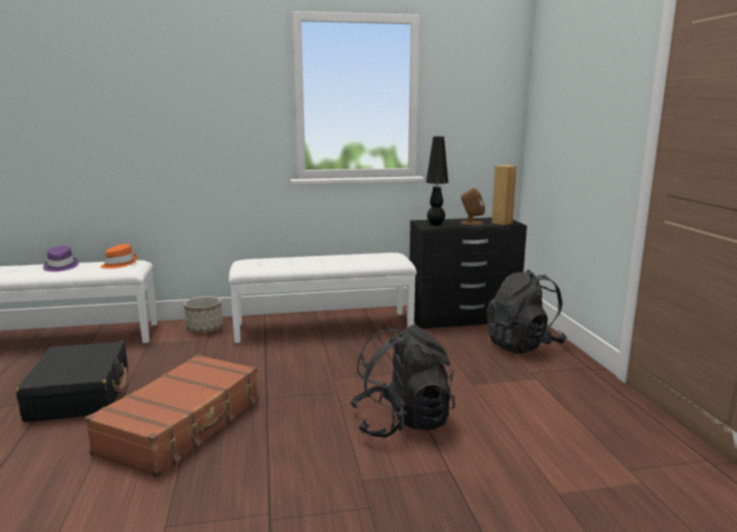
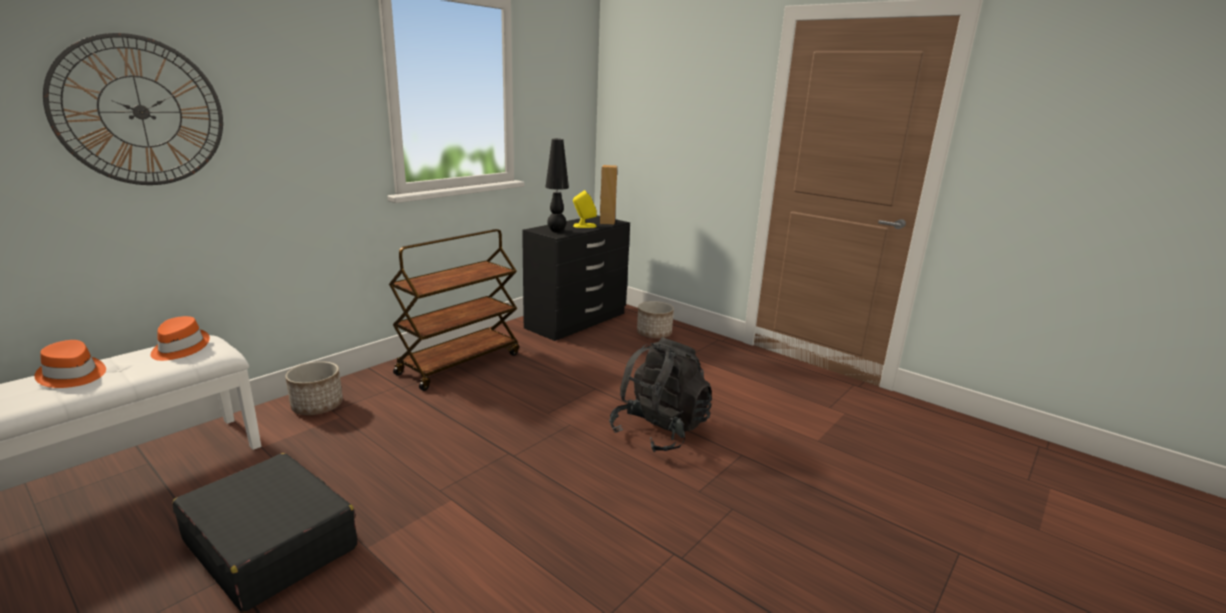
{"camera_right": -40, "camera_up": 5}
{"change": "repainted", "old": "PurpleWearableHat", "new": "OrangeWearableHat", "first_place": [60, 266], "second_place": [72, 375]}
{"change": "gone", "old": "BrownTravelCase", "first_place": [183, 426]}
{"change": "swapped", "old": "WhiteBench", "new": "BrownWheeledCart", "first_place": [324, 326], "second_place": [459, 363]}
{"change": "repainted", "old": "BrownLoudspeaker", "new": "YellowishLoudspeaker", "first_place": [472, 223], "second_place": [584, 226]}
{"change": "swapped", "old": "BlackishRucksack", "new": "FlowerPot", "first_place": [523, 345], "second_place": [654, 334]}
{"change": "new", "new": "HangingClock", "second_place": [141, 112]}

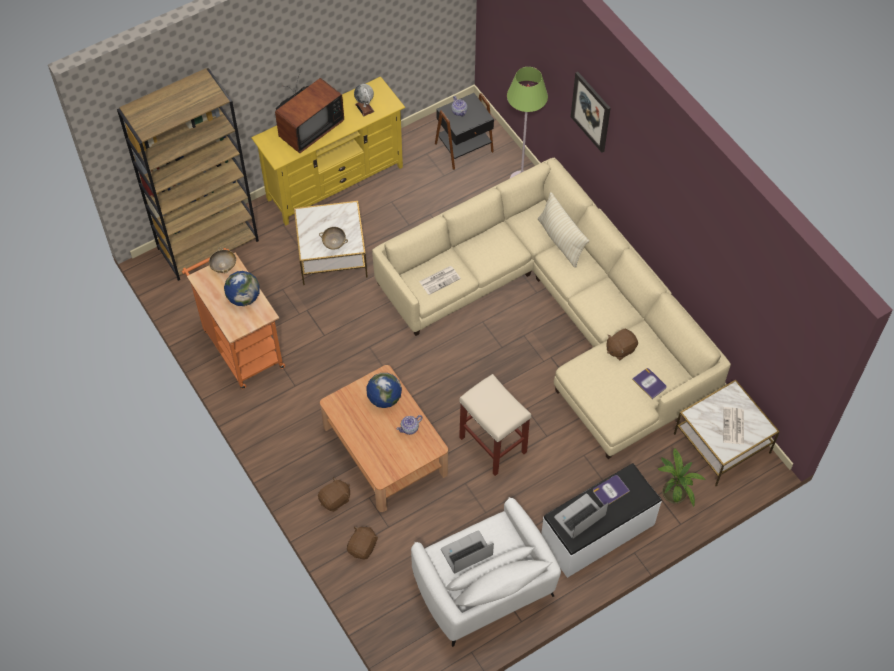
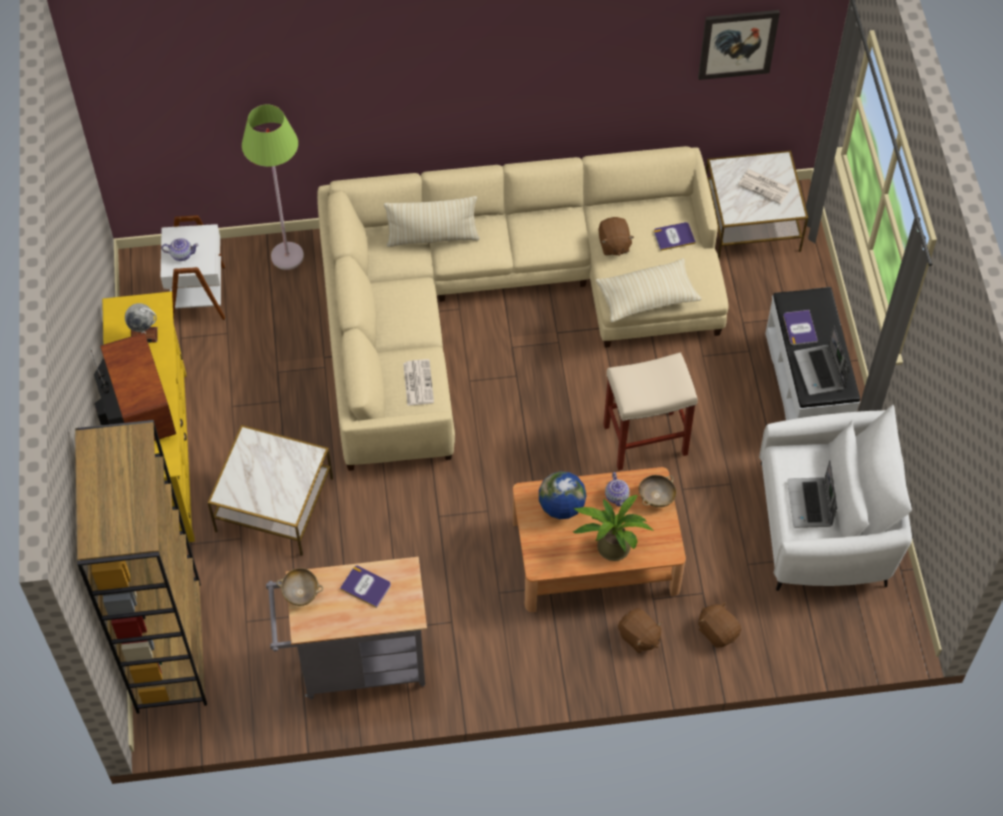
{"camera_right": -65, "camera_up": 0}
{"change": "repainted", "old": "OrangeWheeledCart", "new": "GreyWheeledCart", "first_place": [240, 345], "second_place": [355, 663]}
{"change": "swapped", "old": "WorldGlobe", "new": "Volume", "first_place": [244, 298], "second_place": [366, 586]}
{"change": "rotated", "old": "BrownSoftToy", "first_place": [335, 500], "second_place": [639, 637], "degrees": 150}
{"change": "shifted", "old": "SandColouredServingBowl", "first_place": [334, 243], "second_place": [656, 497]}
{"change": "repainted", "old": "BlackishEndTable", "new": "WhiteEndTable", "first_place": [464, 148], "second_place": [199, 294]}
{"change": "shifted", "old": "WallArt", "first_place": [591, 111], "second_place": [737, 44]}
{"change": "shifted", "old": "PottedPlant", "first_place": [674, 490], "second_place": [610, 545]}
{"change": "new", "new": "SandColouredThrowPillow", "second_place": [647, 298]}

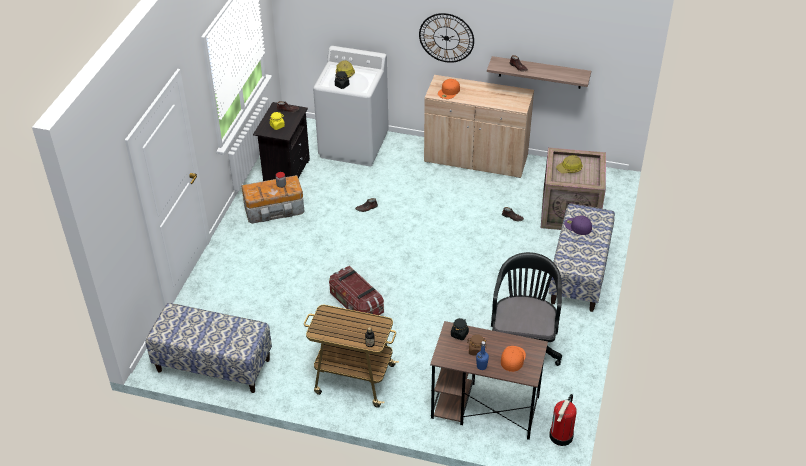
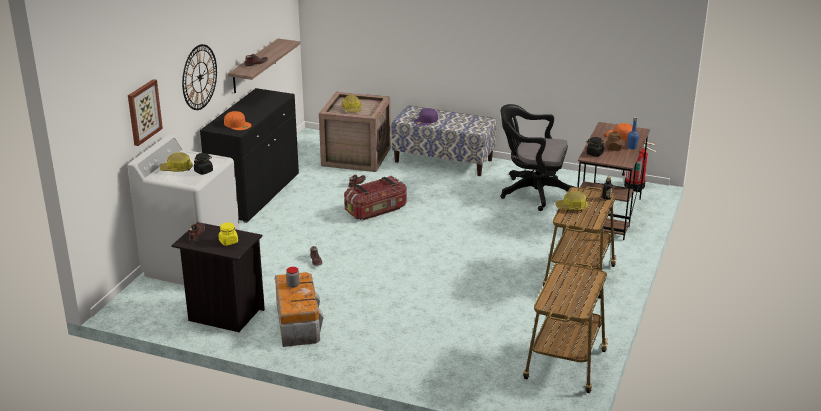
{"camera_right": -85, "camera_up": -15}
{"change": "swapped", "old": "Bench", "new": "WheeledCart", "first_place": [213, 365], "second_place": [565, 366]}
{"change": "shifted", "old": "StorageContainer", "first_place": [356, 304], "second_place": [376, 210]}
{"change": "repainted", "old": "SandColouredStorageCabinet", "new": "BlackishStorageCabinet", "first_place": [476, 159], "second_place": [255, 194]}
{"change": "new", "new": "WallArt", "second_place": [143, 112]}
{"change": "new", "new": "HardHat", "second_place": [572, 207]}

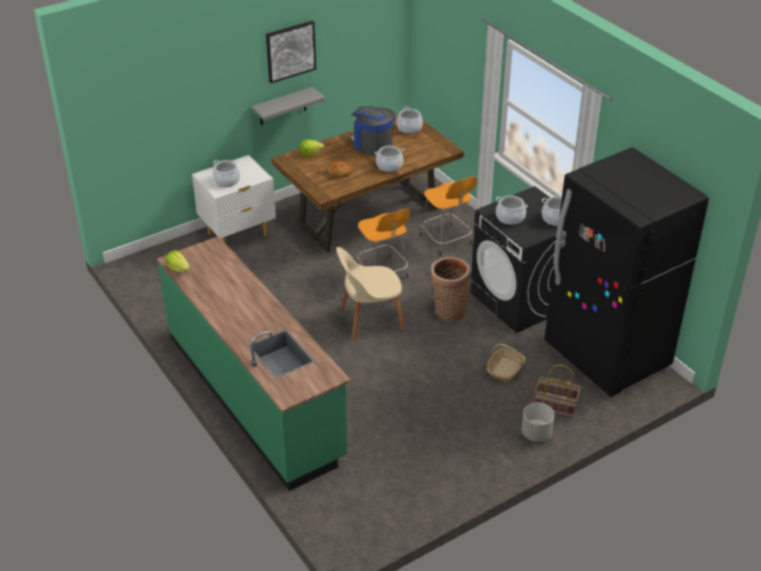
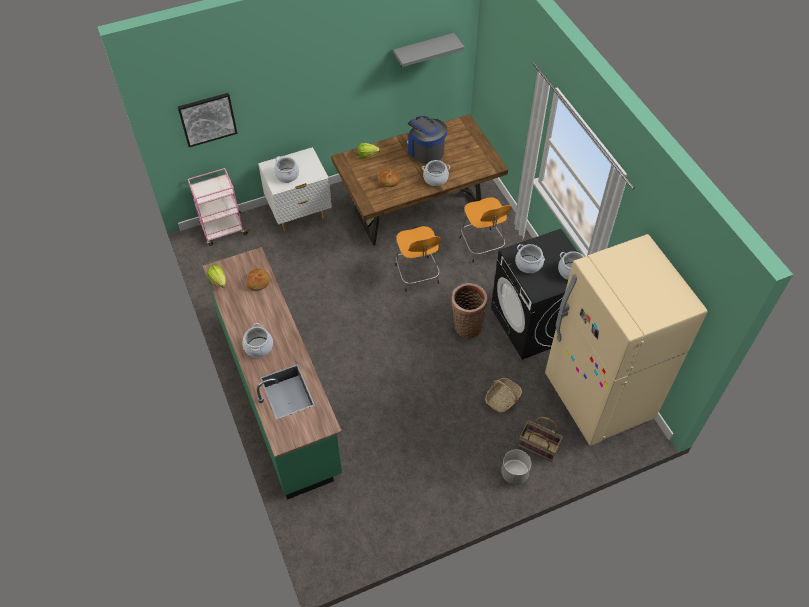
{"camera_right": 10, "camera_up": 15}
{"change": "shifted", "old": "GreyBracketShelf", "first_place": [282, 106], "second_place": [423, 50]}
{"change": "shifted", "old": "WallArt", "first_place": [290, 51], "second_place": [207, 119]}
{"change": "gone", "old": "SandColouredChair", "first_place": [370, 320]}
{"change": "shifted", "old": "CookingPot", "first_place": [409, 128], "second_place": [258, 347]}
{"change": "repainted", "old": "BlackishFridge", "new": "SandColouredFridge", "first_place": [606, 356], "second_place": [598, 398]}
{"change": "new", "new": "PinkishWheeledCart", "second_place": [223, 230]}
{"change": "new", "new": "BakedBread", "second_place": [258, 282]}

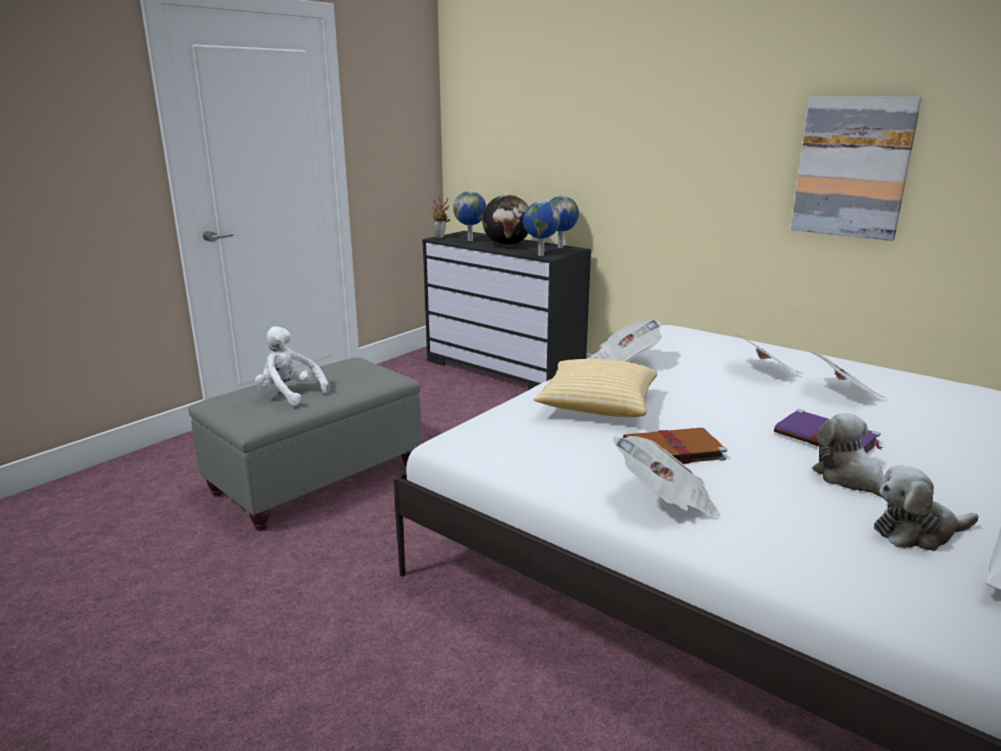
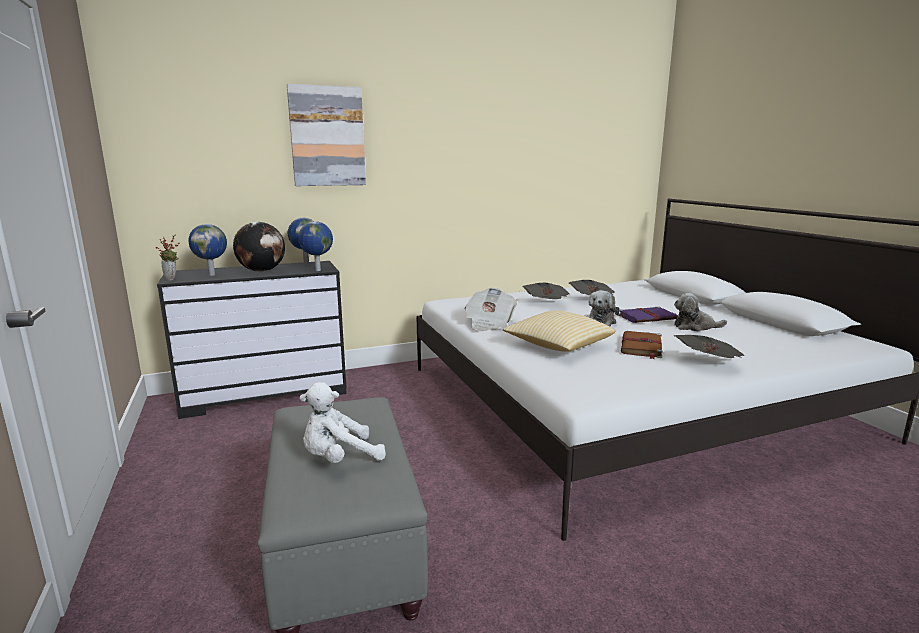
{"camera_right": -60, "camera_up": -5}
{"change": "shifted", "old": "WallArt", "first_place": [852, 167], "second_place": [327, 136]}
{"change": "shifted", "old": "SoftToy", "first_place": [917, 532], "second_place": [601, 321]}

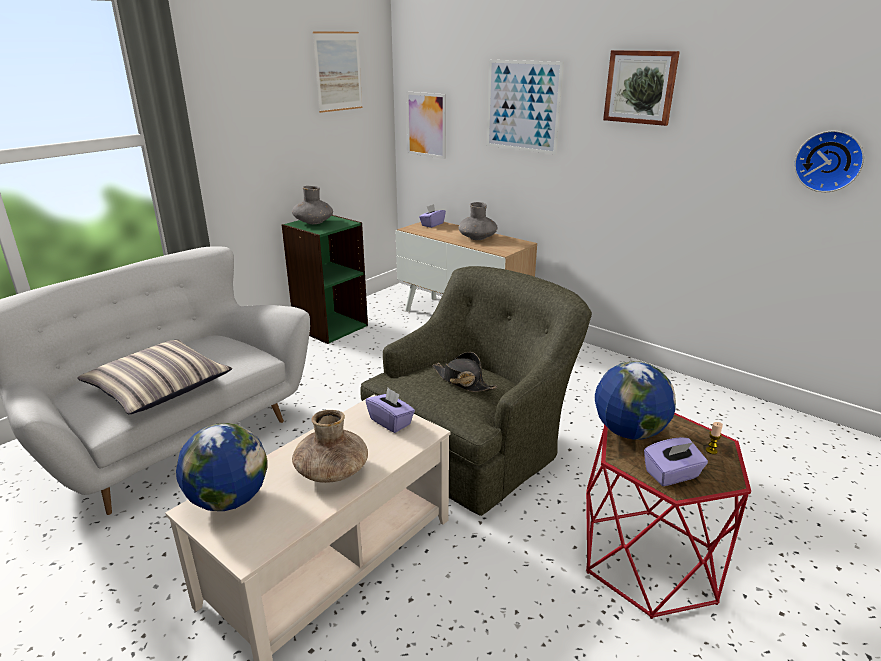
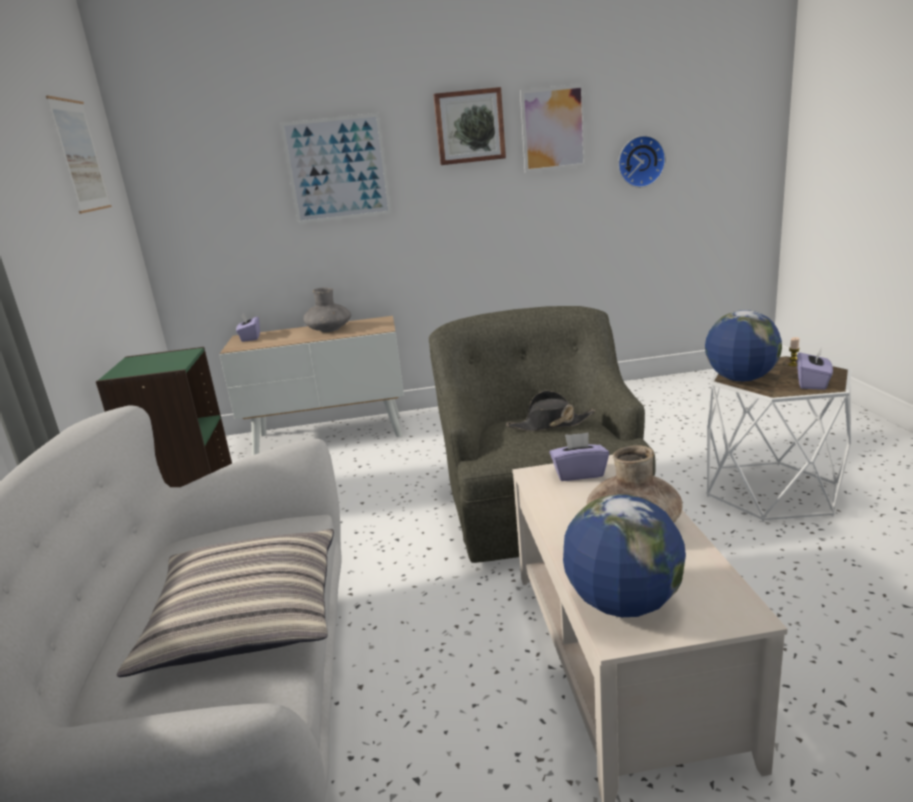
{"camera_right": -45, "camera_up": -5}
{"change": "gone", "old": "GreyFlowerVase", "first_place": [313, 222]}
{"change": "shifted", "old": "WallArt", "first_place": [426, 125], "second_place": [553, 129]}
{"change": "repainted", "old": "RedEndTable", "new": "WhiteEndTable", "first_place": [649, 561], "second_place": [771, 491]}

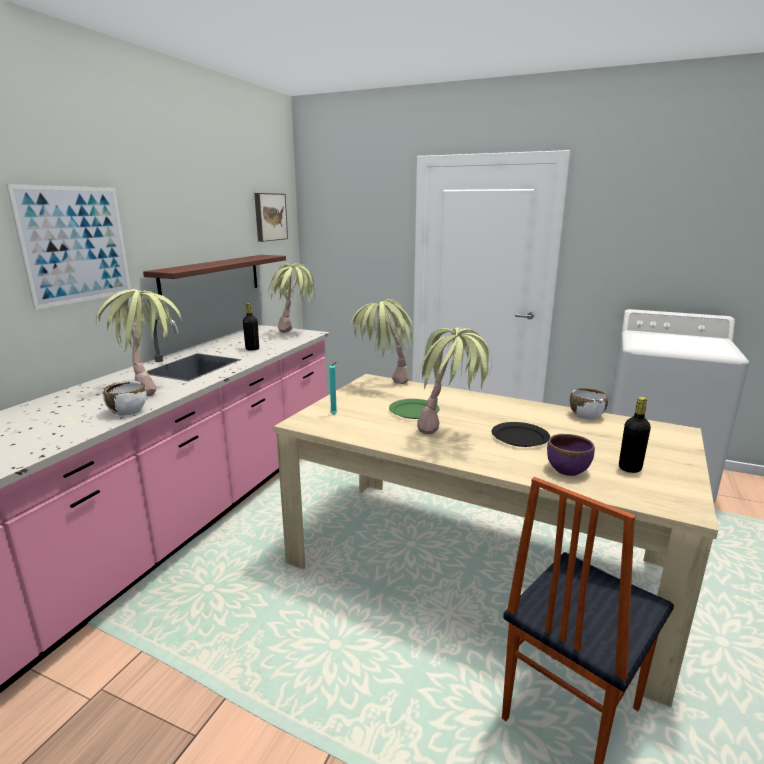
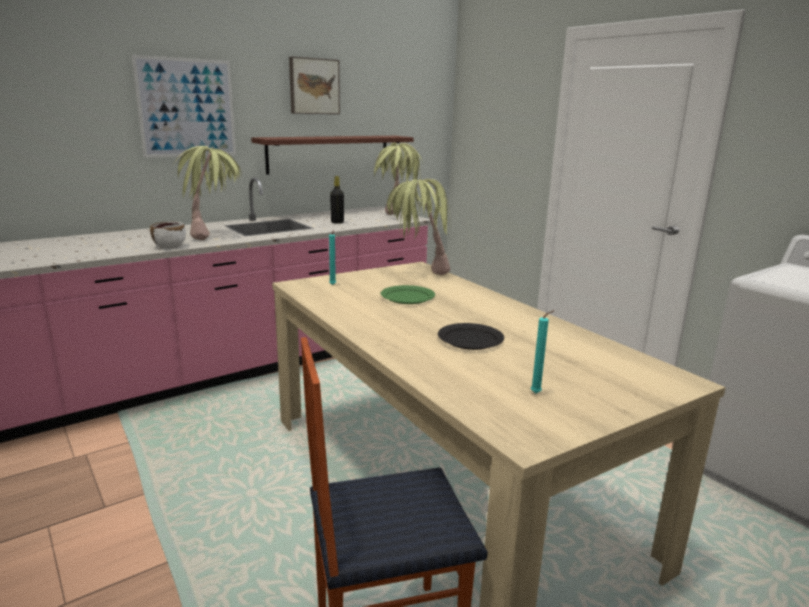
{"camera_right": 30, "camera_up": 0}
{"change": "shifted", "old": "WallArt", "first_place": [269, 217], "second_place": [313, 86]}
{"change": "gone", "old": "PottedPlant", "first_place": [450, 438]}
{"change": "gone", "old": "PurpleServingBowl", "first_place": [567, 470]}
{"change": "gone", "old": "WhiteServingBowl", "first_place": [586, 416]}
{"change": "swapped", "old": "BlackishDrinkBottle", "new": "TurquoiseWaxCandle", "first_place": [630, 468], "second_place": [537, 393]}

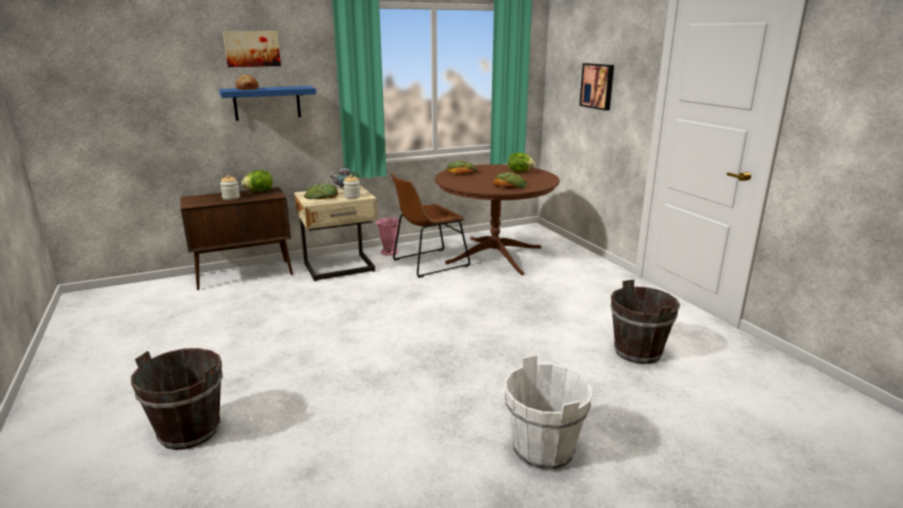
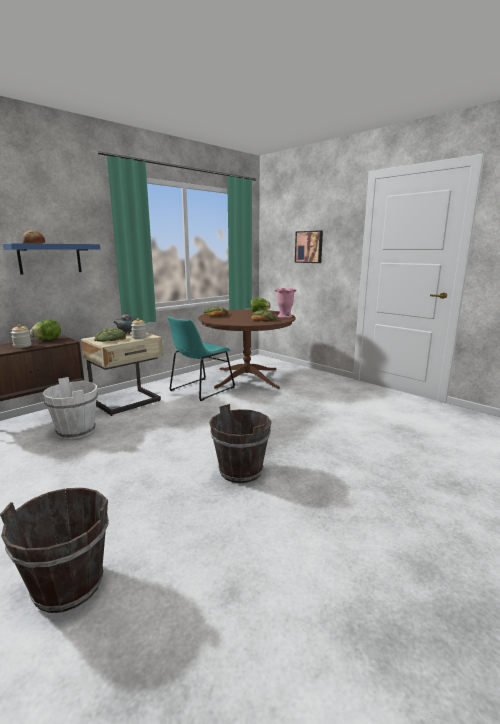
{"camera_right": -20, "camera_up": -5}
{"change": "gone", "old": "WallArt", "first_place": [252, 48]}
{"change": "shifted", "old": "PinkishFlowerVase", "first_place": [389, 252], "second_place": [284, 316]}
{"change": "repainted", "old": "BrownChair", "new": "TurquoiseChair", "first_place": [428, 263], "second_place": [200, 390]}
{"change": "shifted", "old": "WhiteWaterBucket", "first_place": [542, 451], "second_place": [76, 431]}
{"change": "shifted", "old": "BrownWaterBucket", "first_place": [637, 352], "second_place": [240, 471]}

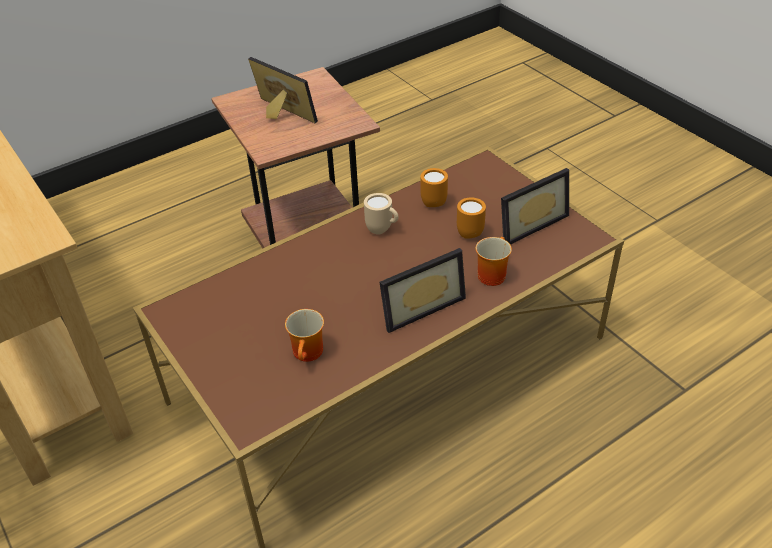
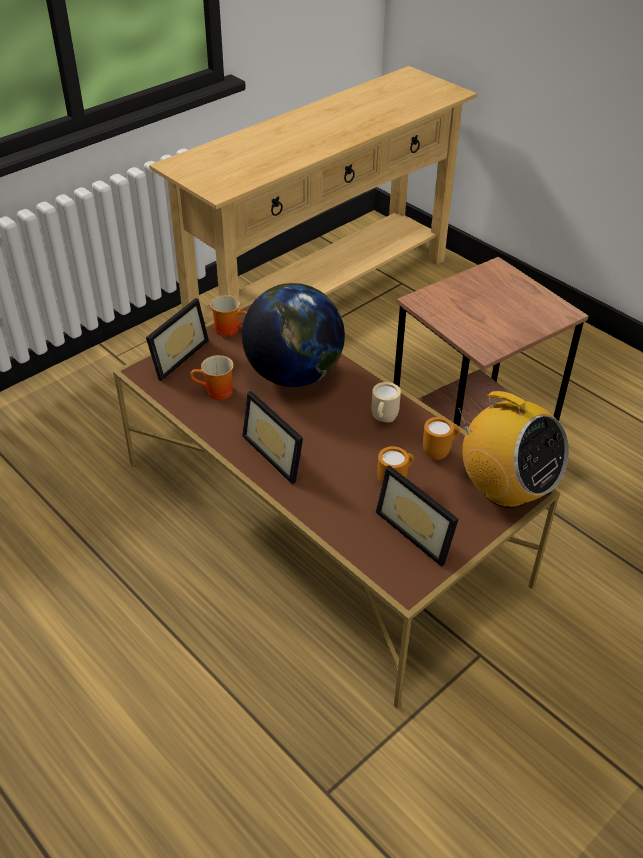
{"camera_right": 80, "camera_up": 0}
{"change": "shifted", "old": "PictureFrame", "first_place": [280, 115], "second_place": [174, 356]}
{"change": "shifted", "old": "TeaMug", "first_place": [490, 273], "second_place": [230, 329]}
{"change": "new", "new": "WorldGlobe", "second_place": [294, 375]}
{"change": "new", "new": "RadioSet", "second_place": [505, 490]}

